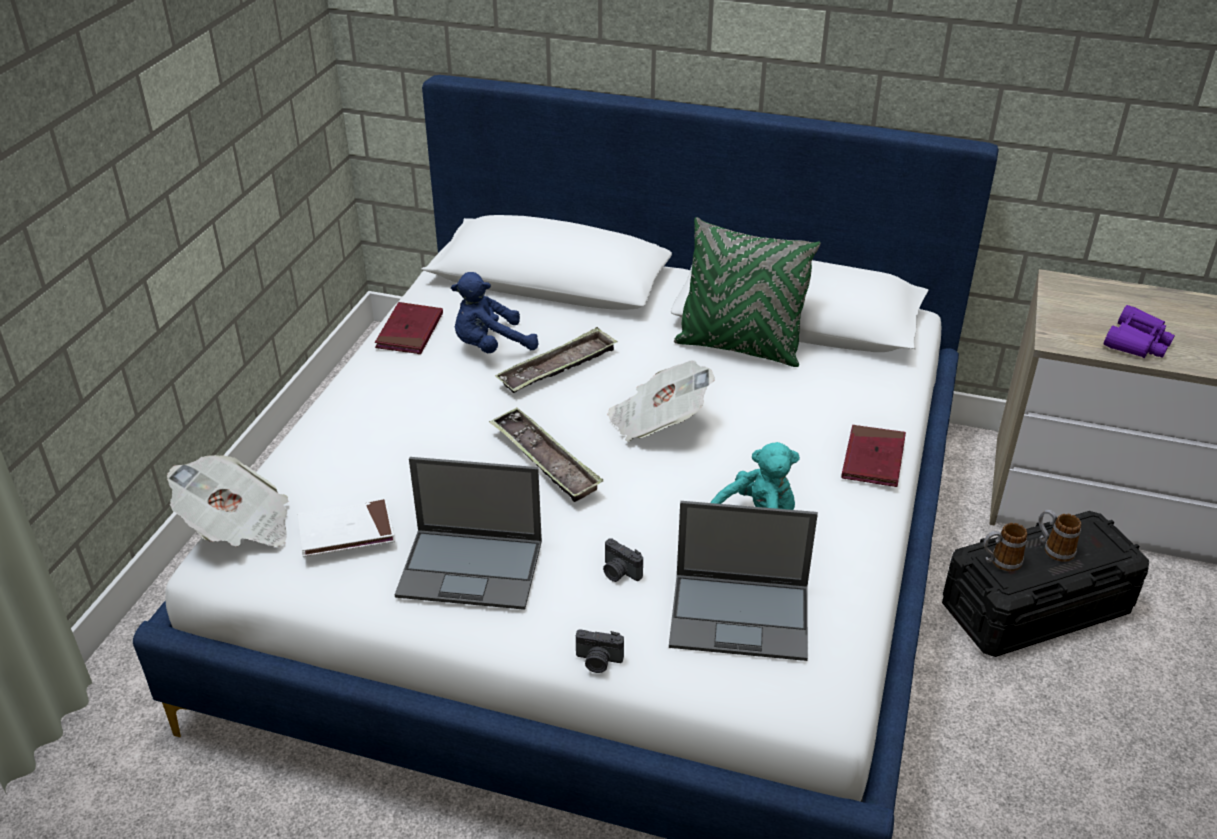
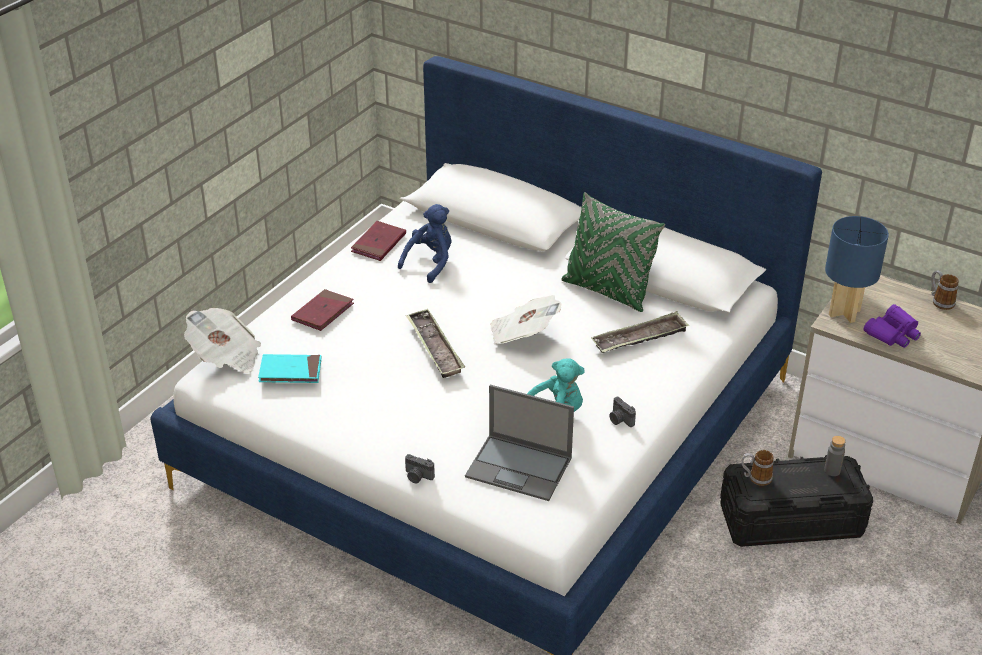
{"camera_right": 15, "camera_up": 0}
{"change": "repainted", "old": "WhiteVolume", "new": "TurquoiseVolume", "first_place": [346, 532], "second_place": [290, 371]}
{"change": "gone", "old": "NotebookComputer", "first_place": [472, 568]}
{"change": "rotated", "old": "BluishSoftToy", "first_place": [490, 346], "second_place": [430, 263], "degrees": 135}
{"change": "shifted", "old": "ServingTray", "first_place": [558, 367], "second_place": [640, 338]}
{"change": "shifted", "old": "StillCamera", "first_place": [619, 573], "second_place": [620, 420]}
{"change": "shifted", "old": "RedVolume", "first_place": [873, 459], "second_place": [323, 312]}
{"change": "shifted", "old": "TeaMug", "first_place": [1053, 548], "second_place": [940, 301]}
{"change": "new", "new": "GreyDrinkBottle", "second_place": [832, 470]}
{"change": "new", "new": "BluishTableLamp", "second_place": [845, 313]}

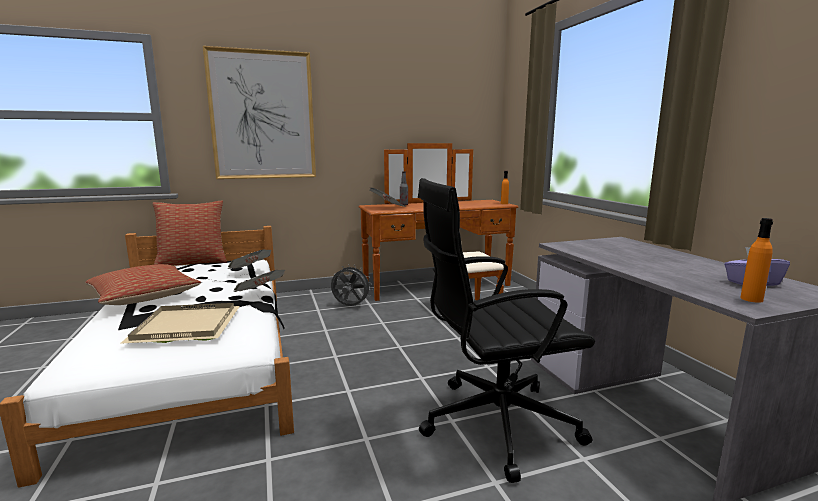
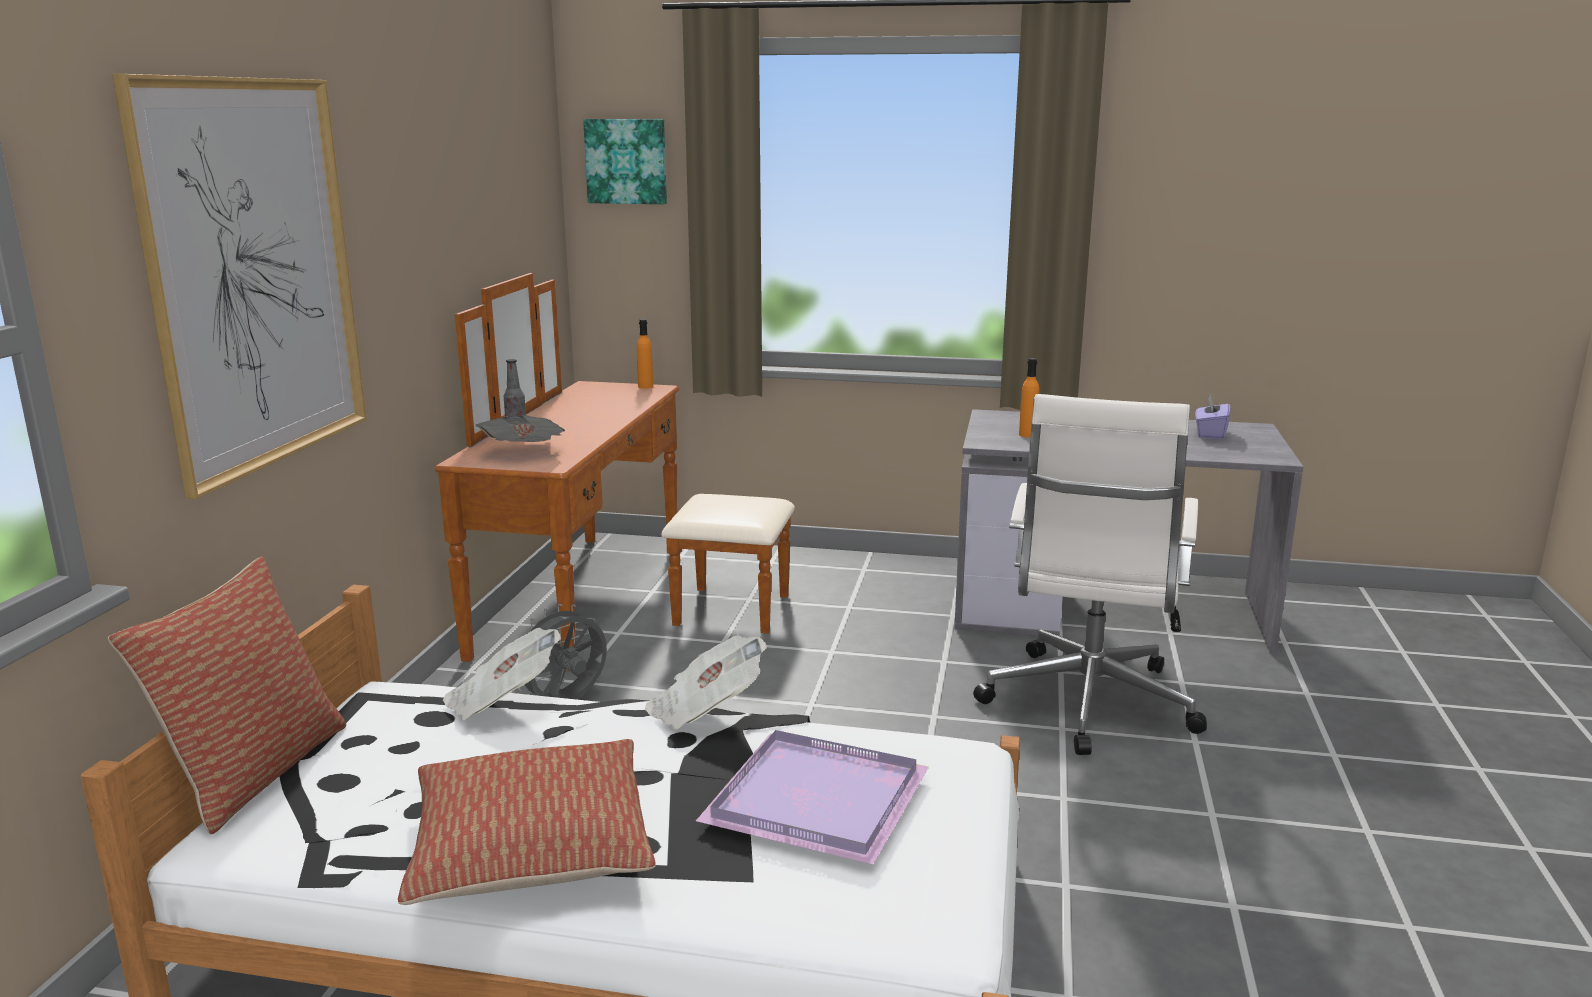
{"camera_right": -60, "camera_up": 5}
{"change": "repainted", "old": "SandColouredServingTray", "new": "PurpleServingTray", "first_place": [187, 327], "second_place": [821, 799]}
{"change": "repainted", "old": "BlackishOfficeChair", "new": "WhiteOfficeChair", "first_place": [494, 423], "second_place": [1087, 704]}
{"change": "shifted", "old": "OrangeDrinkBottle", "first_place": [751, 299], "second_place": [1027, 435]}
{"change": "new", "new": "WallArt", "second_place": [626, 161]}

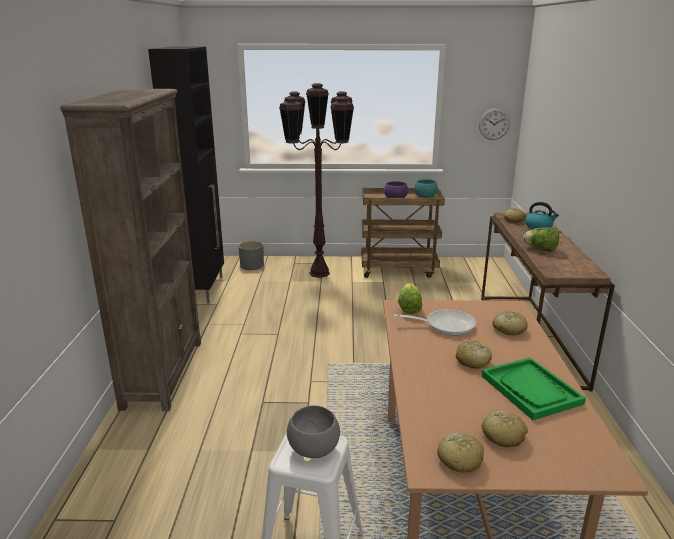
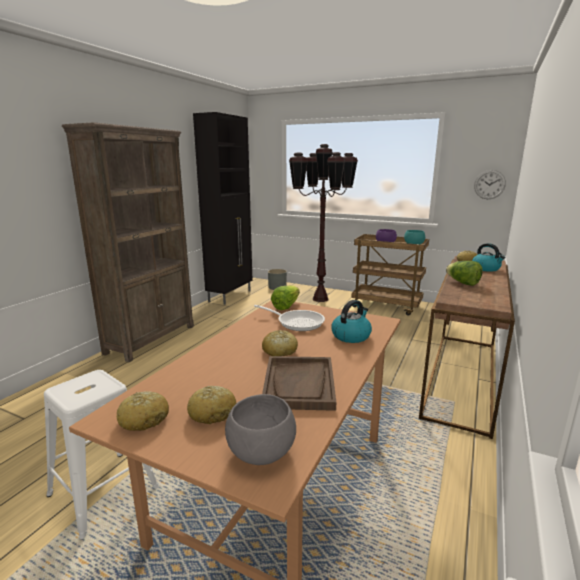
{"camera_right": 25, "camera_up": -5}
{"change": "shifted", "old": "GreyServingBowl", "first_place": [314, 448], "second_place": [262, 451]}
{"change": "repainted", "old": "GreenColouredServingTray", "new": "BrownServingTray", "first_place": [531, 390], "second_place": [299, 384]}
{"change": "swapped", "old": "BakedBread", "new": "WaterKettle", "first_place": [508, 329], "second_place": [351, 336]}

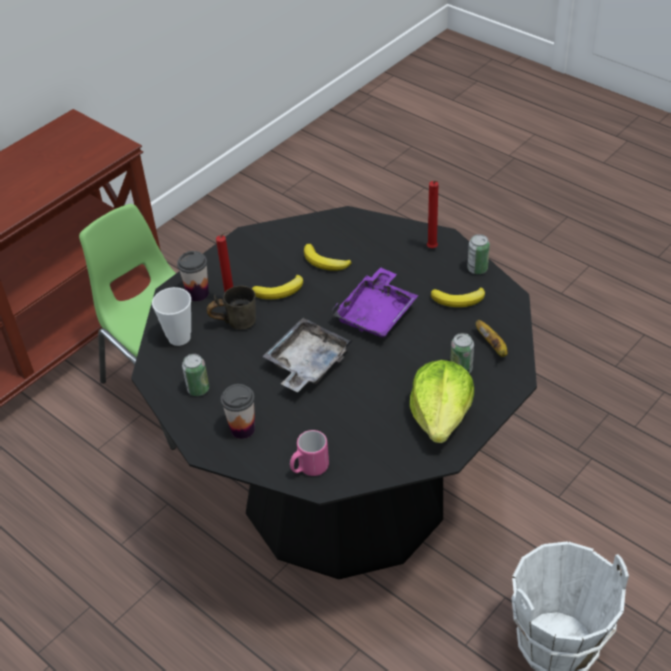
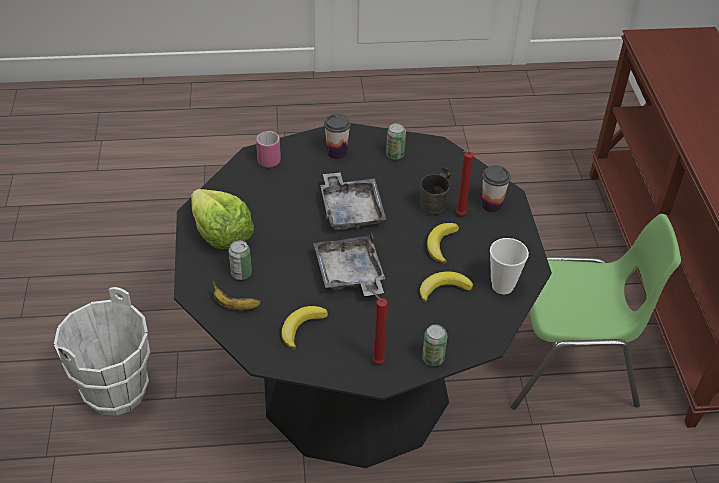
{"camera_right": 130, "camera_up": 0}
{"change": "shifted", "old": "DrinkingCup", "first_place": [179, 337], "second_place": [502, 286]}
{"change": "repainted", "old": "PurpleServingTray", "new": "GreyServingTray", "first_place": [377, 313], "second_place": [350, 274]}
{"change": "shifted", "old": "SealedCan", "first_place": [477, 269], "second_place": [433, 358]}

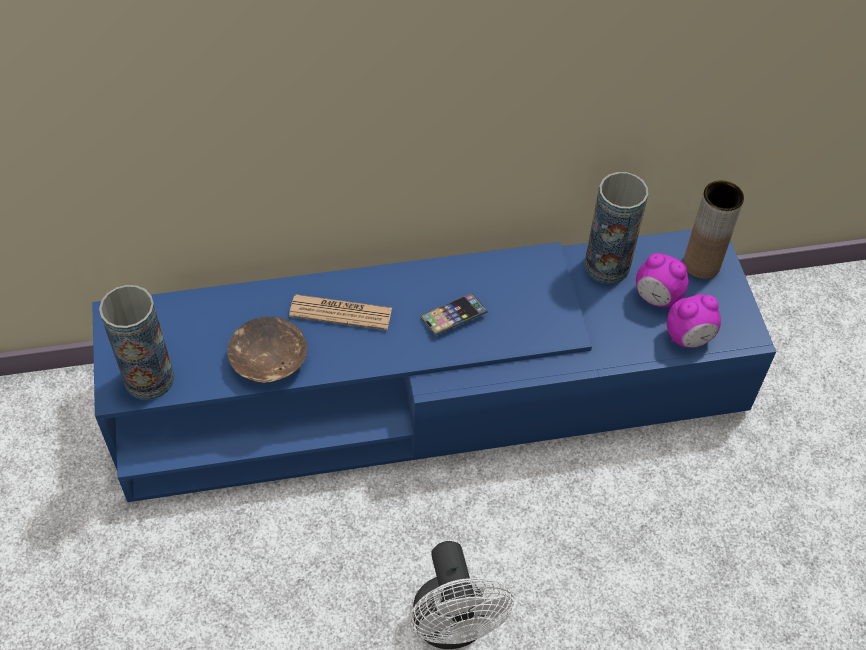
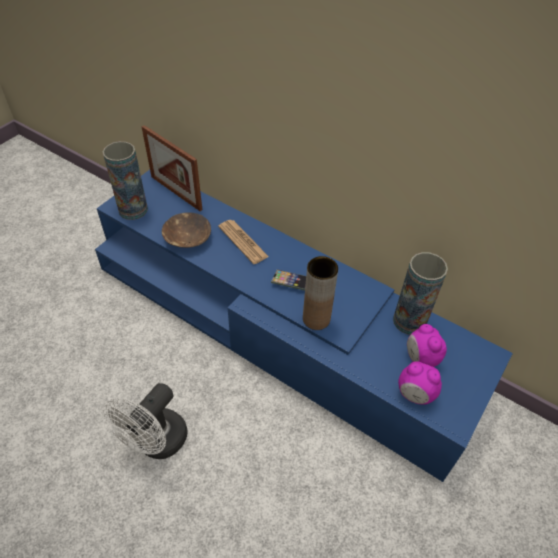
{"camera_right": 45, "camera_up": -5}
{"change": "shifted", "old": "BrownFlowerVase", "first_place": [701, 264], "second_place": [316, 319]}
{"change": "new", "new": "PictureFrame", "second_place": [176, 193]}

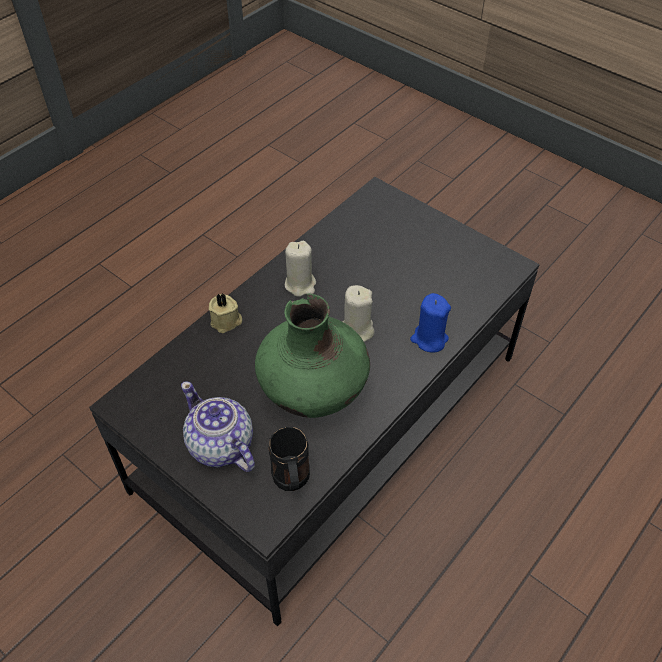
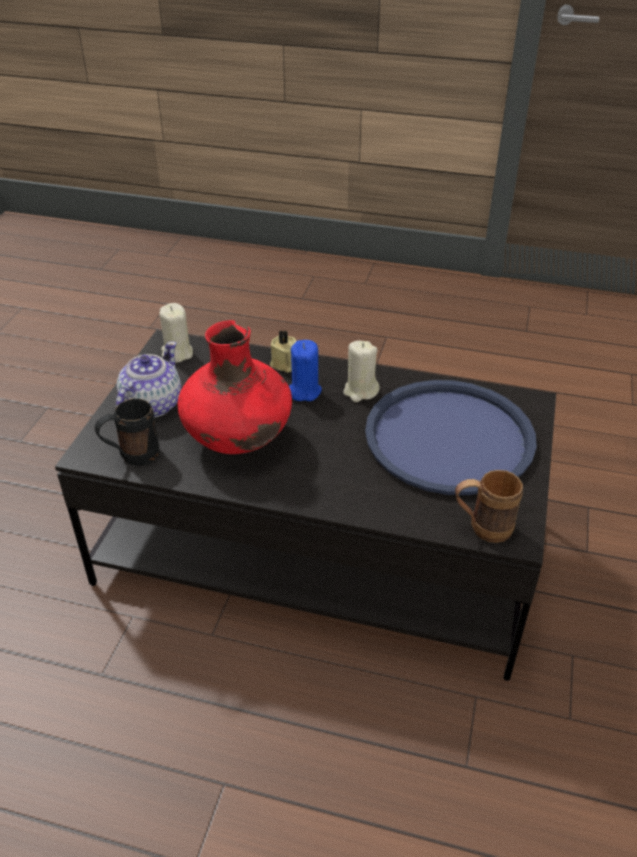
{"camera_right": 65, "camera_up": -10}
{"change": "repainted", "old": "GreenColouredFlowerVase", "new": "RedFlowerVase", "first_place": [314, 391], "second_place": [238, 439]}
{"change": "shifted", "old": "SandColouredWaxCandle", "first_place": [356, 330], "second_place": [177, 353]}
{"change": "shifted", "old": "BluishWaxCandle", "first_place": [429, 339], "second_place": [304, 391]}
{"change": "new", "new": "BluishServingTray", "second_place": [449, 437]}
{"change": "new", "new": "BrownTeaMug", "second_place": [481, 528]}

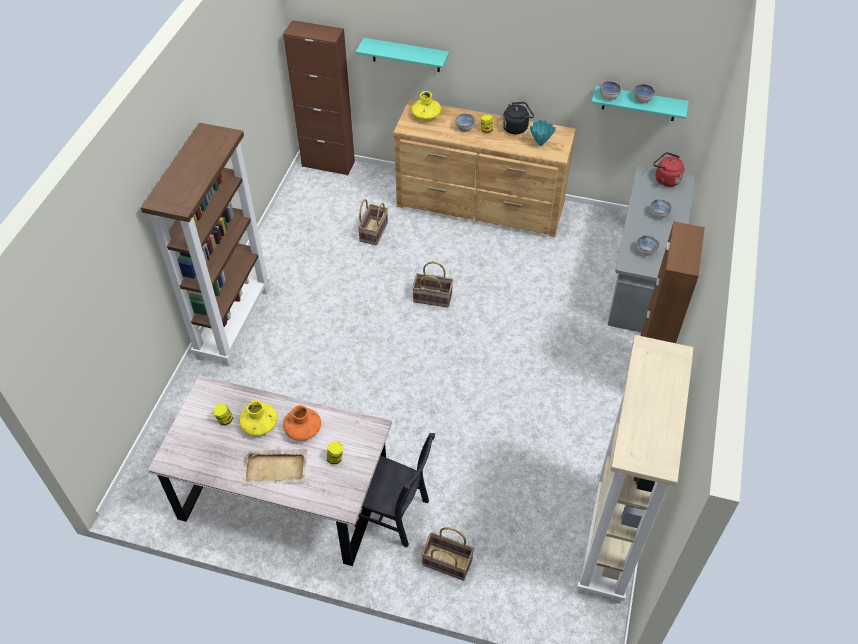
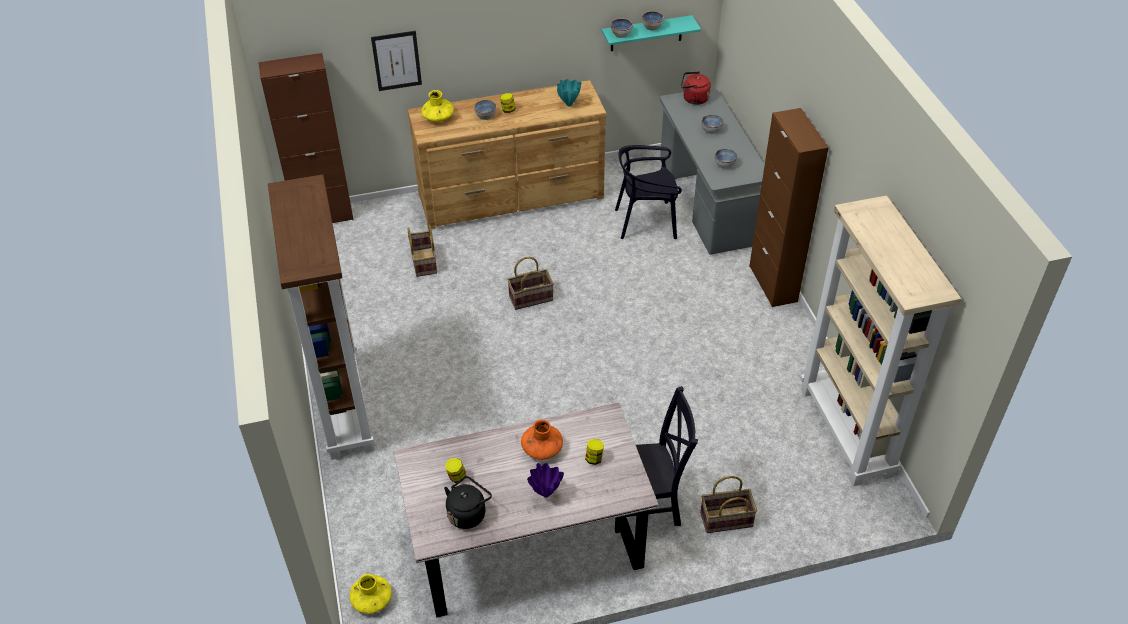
{"camera_right": -30, "camera_up": -5}
{"change": "shifted", "old": "YellowishFlowerVase", "first_place": [259, 424], "second_place": [372, 600]}
{"change": "swapped", "old": "SandColouredServingTray", "new": "PurpleFlowerVase", "first_place": [276, 468], "second_place": [545, 494]}
{"change": "swapped", "old": "TurquoiseBracketShelf", "new": "WallArt", "first_place": [406, 55], "second_place": [396, 60]}
{"change": "shifted", "old": "BlackishWaterKettle", "first_place": [516, 127], "second_place": [468, 513]}
{"change": "new", "new": "BlackishChair", "second_place": [646, 222]}

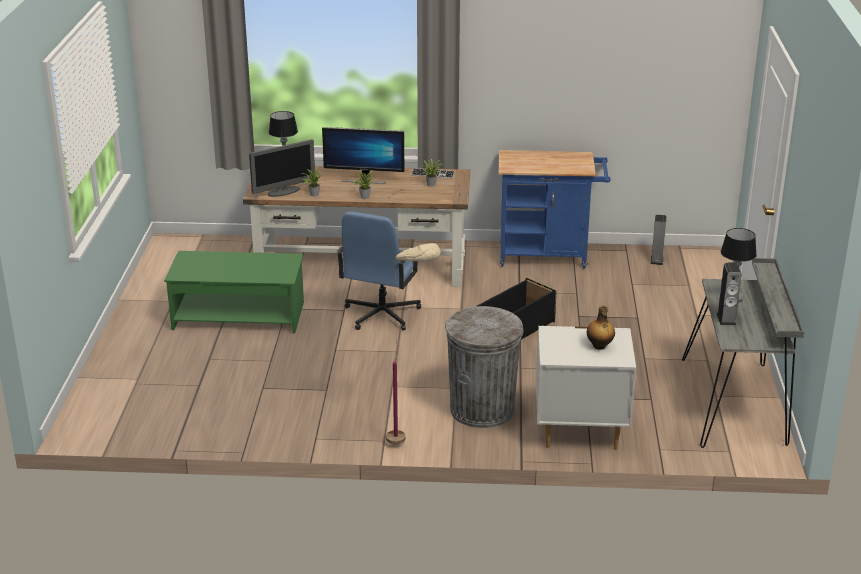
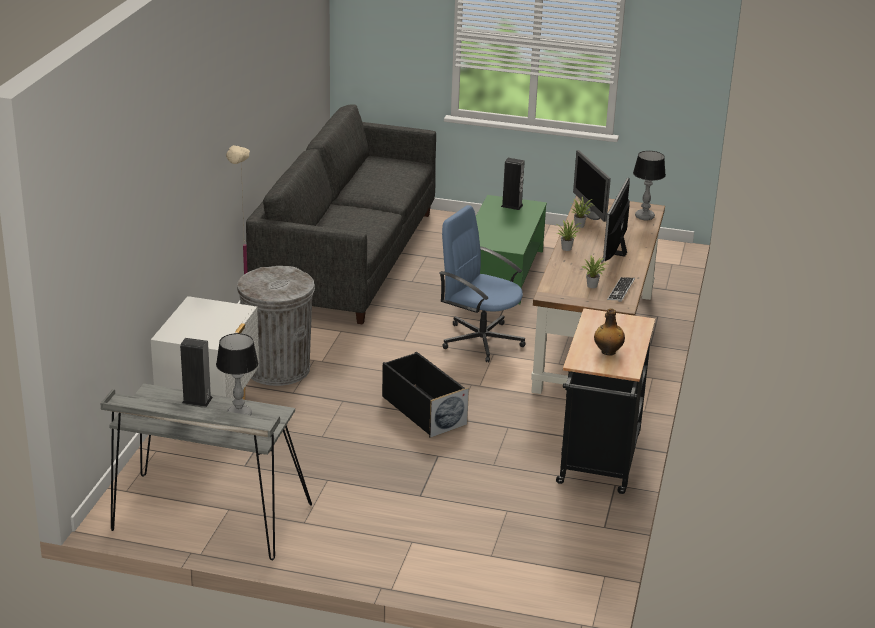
{"camera_right": 100, "camera_up": 0}
{"change": "repainted", "old": "BluishWheeledCart", "new": "BlackishWheeledCart", "first_place": [549, 256], "second_place": [598, 463]}
{"change": "shifted", "old": "DrinkBottle", "first_place": [599, 346], "second_place": [607, 352]}
{"change": "shifted", "old": "Loudspeaker", "first_place": [656, 260], "second_place": [512, 206]}
{"change": "new", "new": "GreySofa", "second_place": [347, 258]}

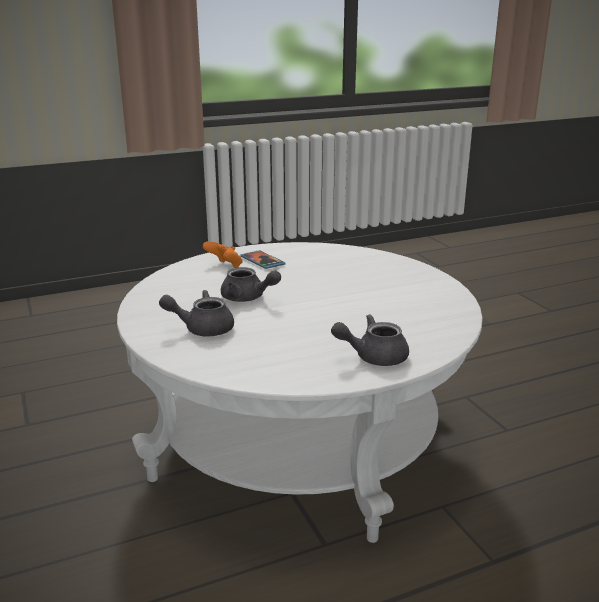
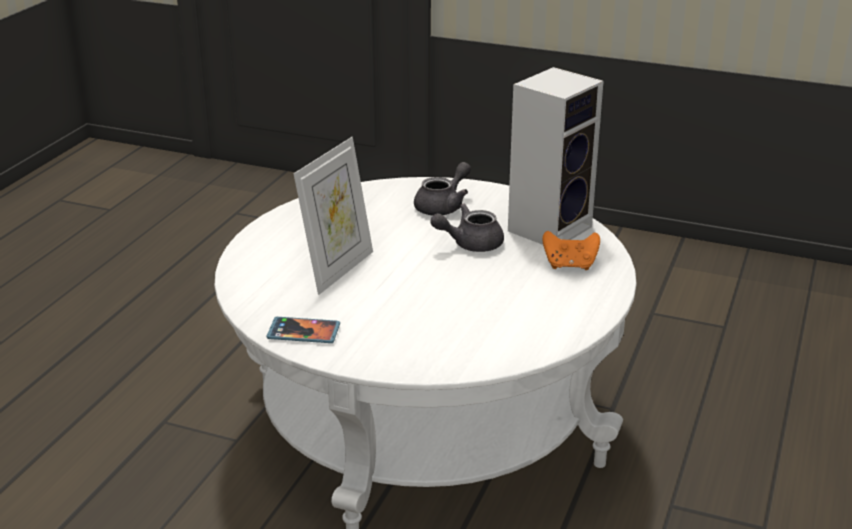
{"camera_right": 135, "camera_up": 5}
{"change": "shifted", "old": "Handset", "first_place": [262, 261], "second_place": [303, 332]}
{"change": "gone", "old": "GreyTeaPot", "first_place": [373, 356]}
{"change": "new", "new": "PictureFrame", "second_place": [337, 270]}
{"change": "new", "new": "Loudspeaker", "second_place": [550, 227]}

